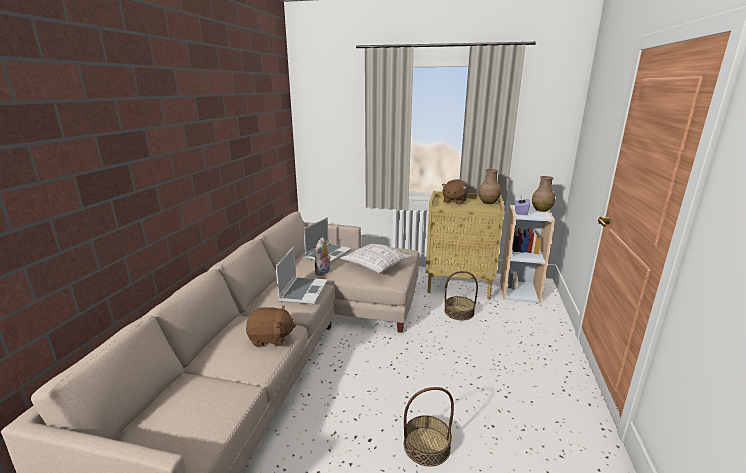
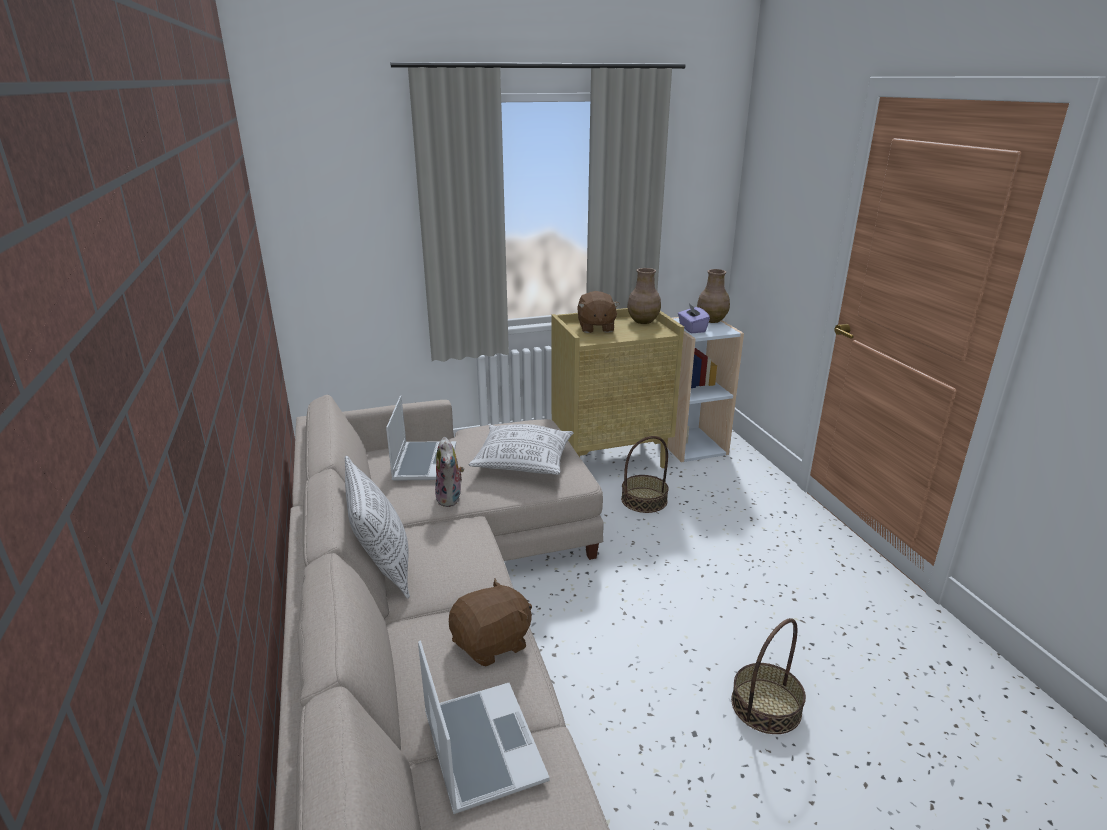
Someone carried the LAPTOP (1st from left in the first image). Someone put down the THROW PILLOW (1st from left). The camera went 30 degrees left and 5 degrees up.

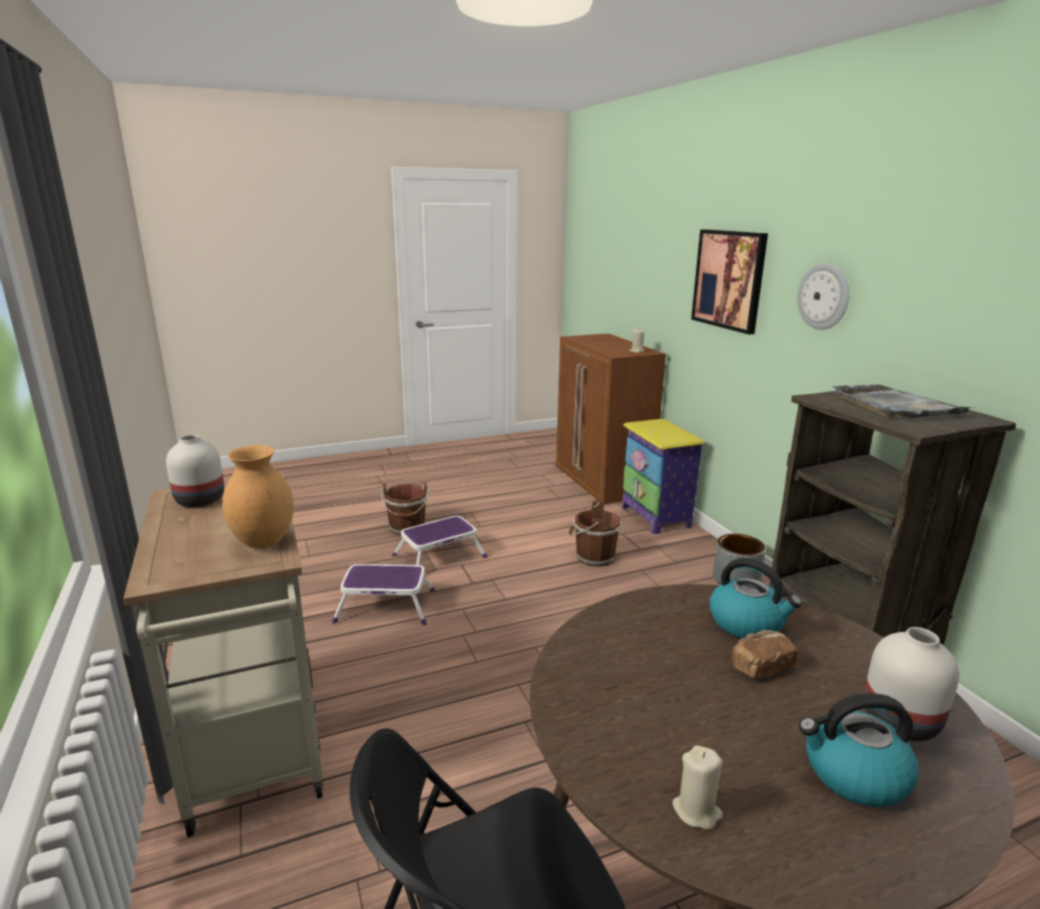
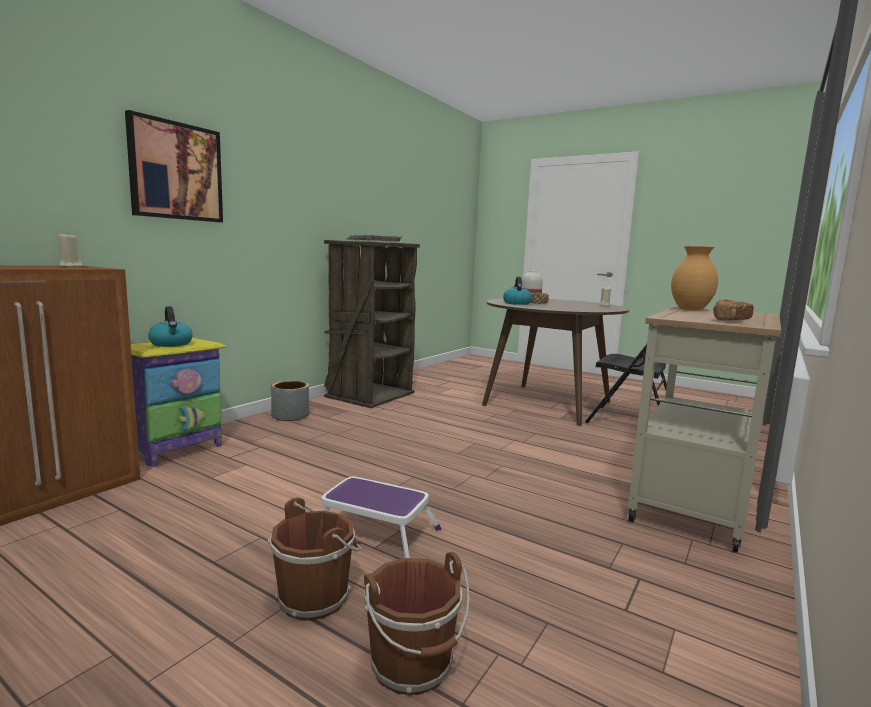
Someone took away the HANGING CLOCK. Someone swapped the WHITE FLOWER VASE (1st from left) for the BREAD (2nd from left). Someone carried the BROWNISH WATER BUCKET (2nd from left). Someone took away the PURPLE STEP STOOL (1st from left). Someone carried the TEA KETTLE (2nd from left in the first image). The camera went 125 degrees left and 10 degrees down.

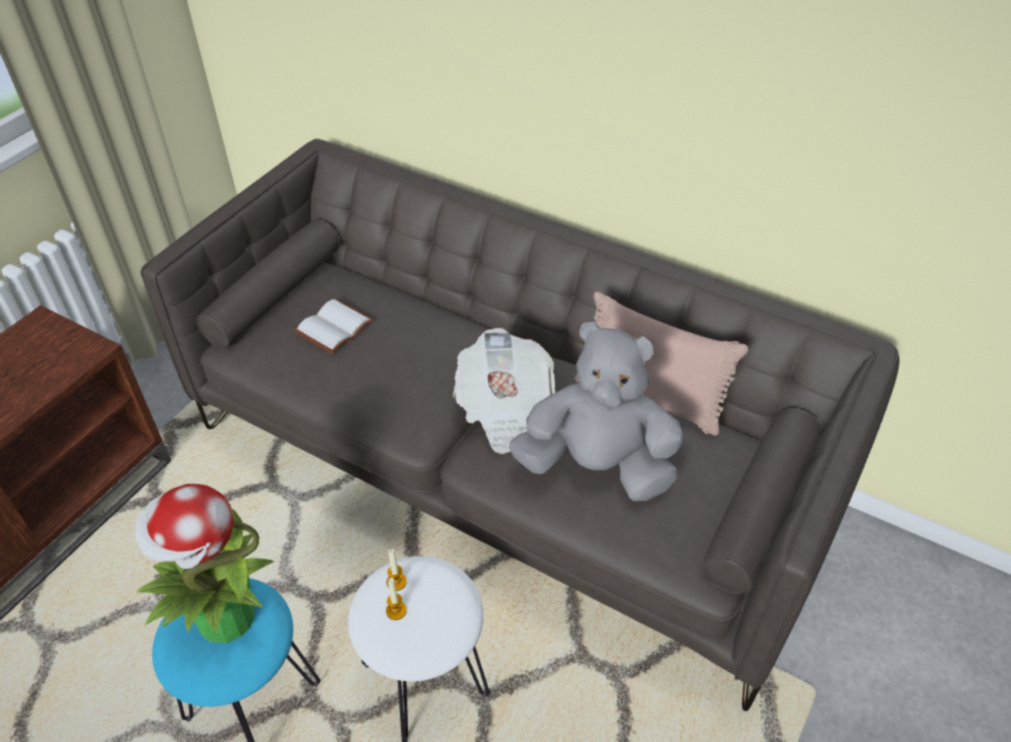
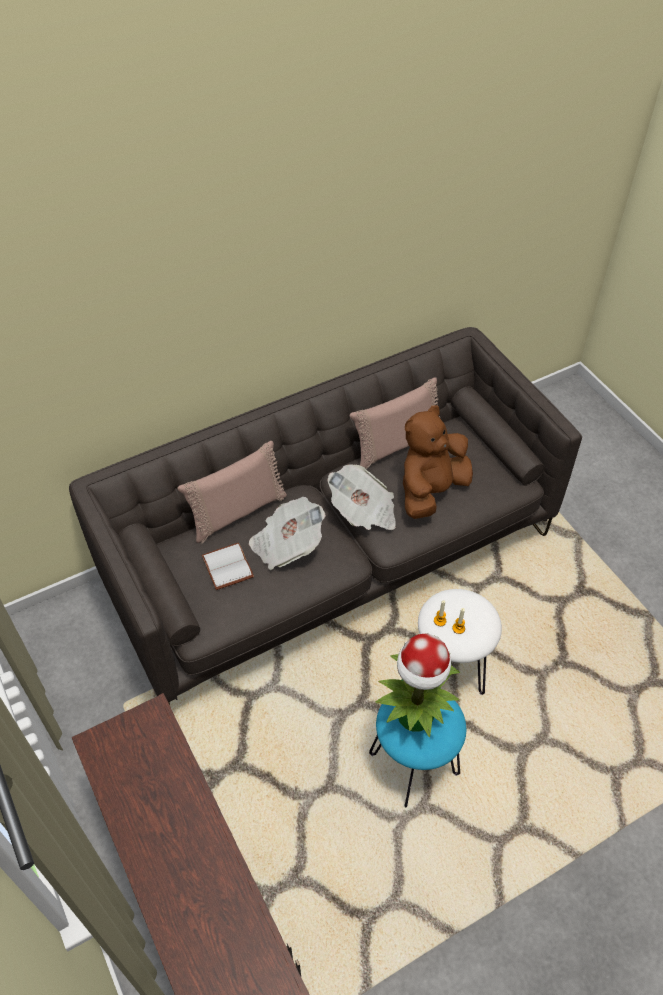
Someone repainted the GREY CUDDLY TOY, which became the BROWNISH CUDDLY TOY. Someone put down the BEIGE THROW PILLOW (1st from left). Someone put down the NEWSPAPER (1st from left). The camera went 60 degrees left and 5 degrees up.

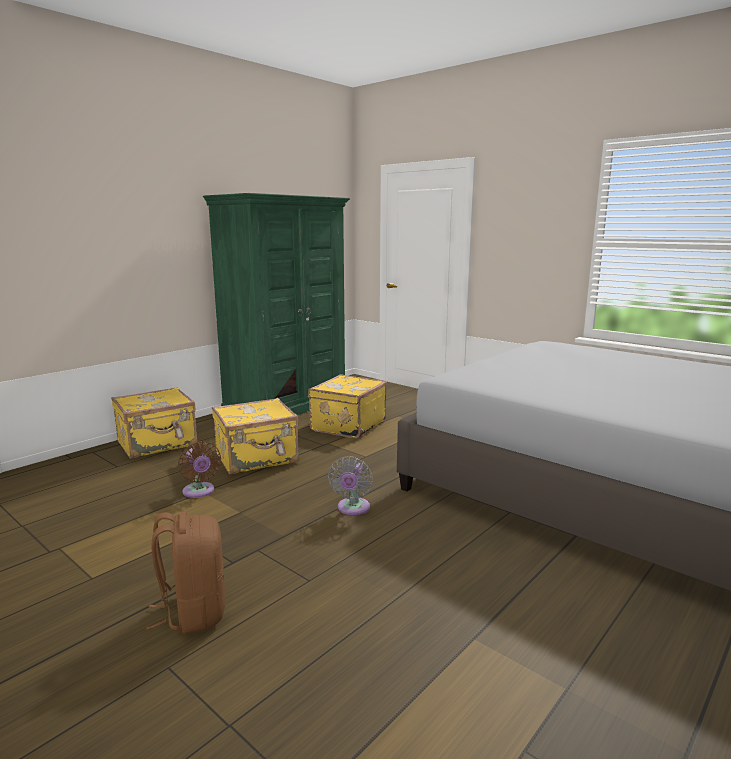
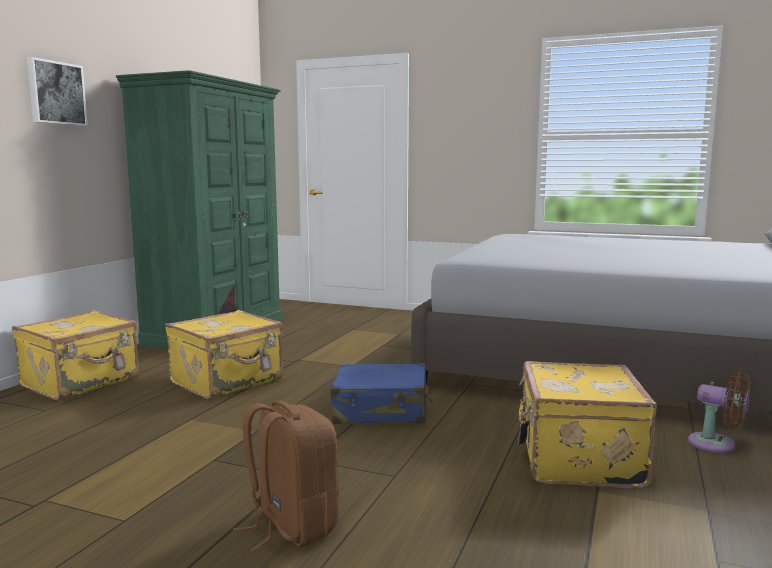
Someone carried the YELLOW SUITCASE (3rd from left). Someone carried the BROWNISH FAN. Someone swapped the GREY FAN for the BLUE-COLOURED SUITCASE. Someone put up the WALL PICTURE. The camera went 20 degrees left and 5 degrees down.

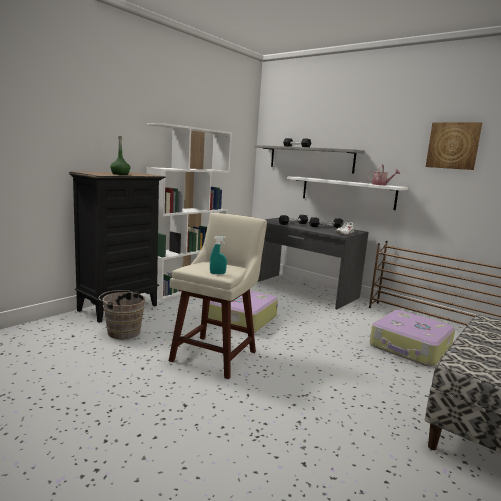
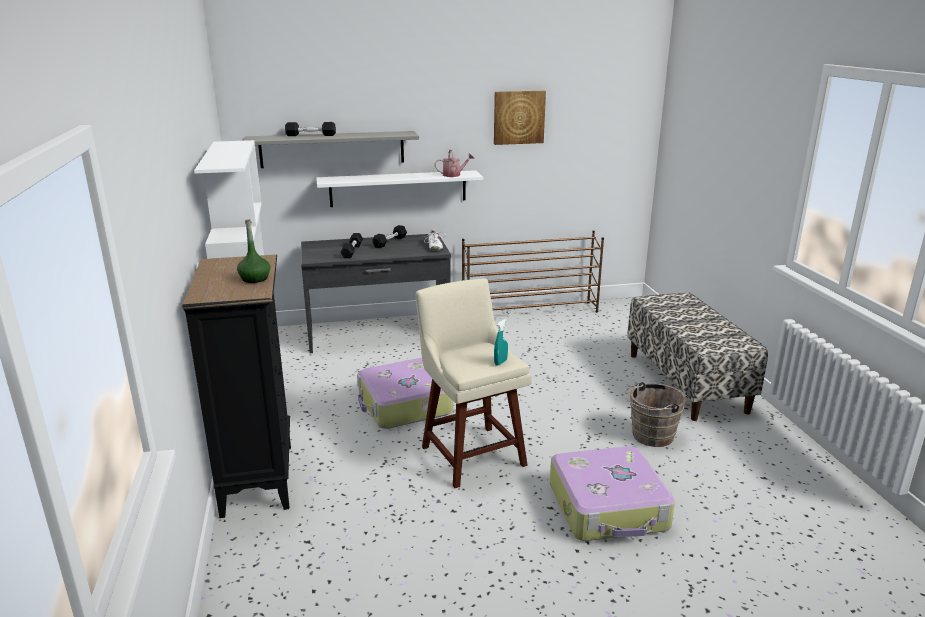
Someone carried the BROWNISH WATER BUCKET. Someone carried the SUITCASE (2nd from left). The camera went 50 degrees left and 10 degrees up.

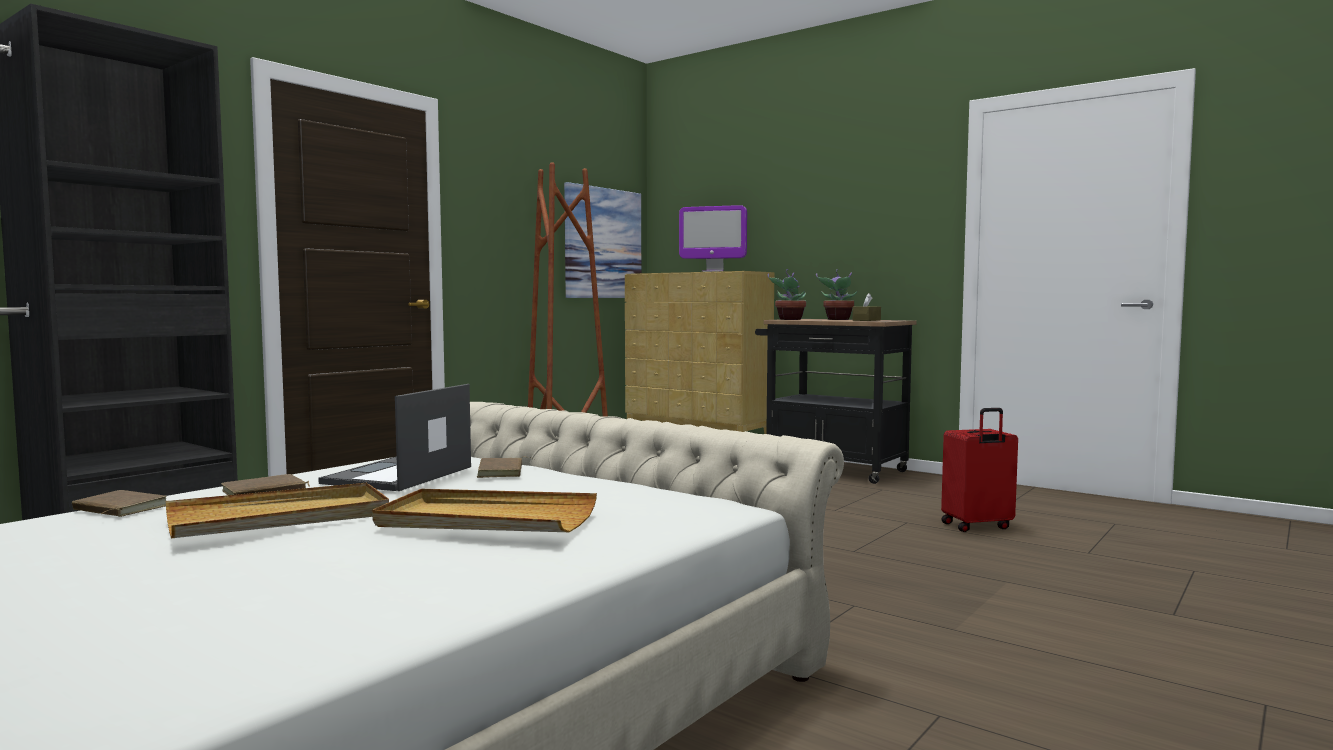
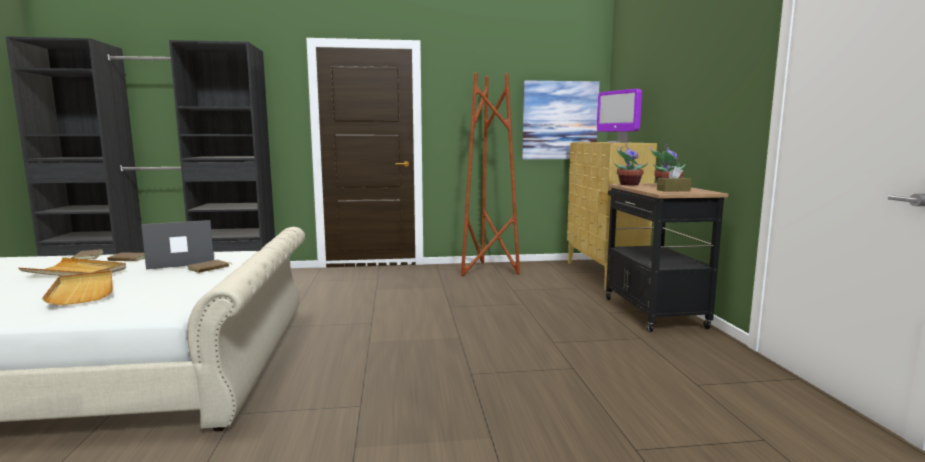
Someone took away the RED-COLOURED SUITCASE. The camera went 45 degrees right and 5 degrees up.

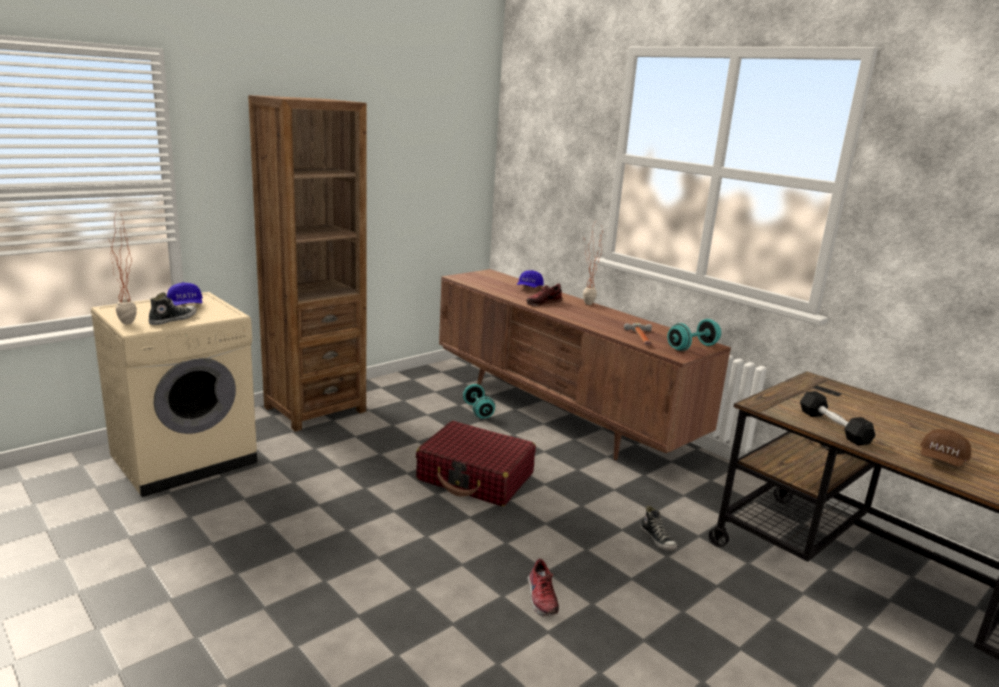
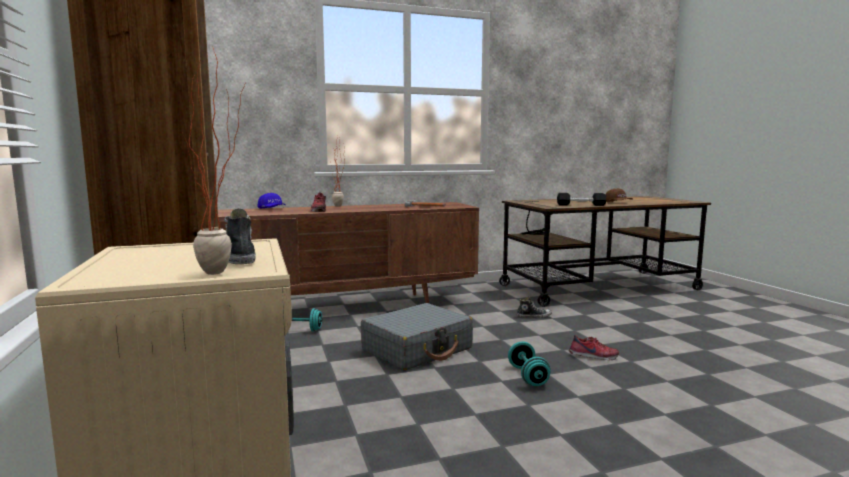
Someone took away the BLUE-COLOURED PEAKED CAP (1st from left). Someone carried the BLUE-GREEN HAND WEIGHT (2nd from left). Someone repainted the RED-COLOURED SUITCASE, which became the GREY SUITCASE. The camera went 65 degrees left and 10 degrees down.

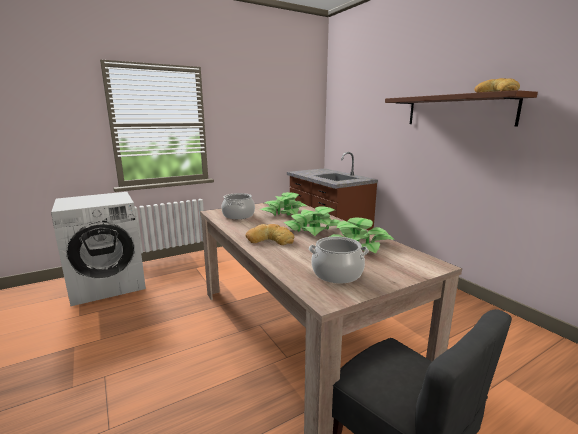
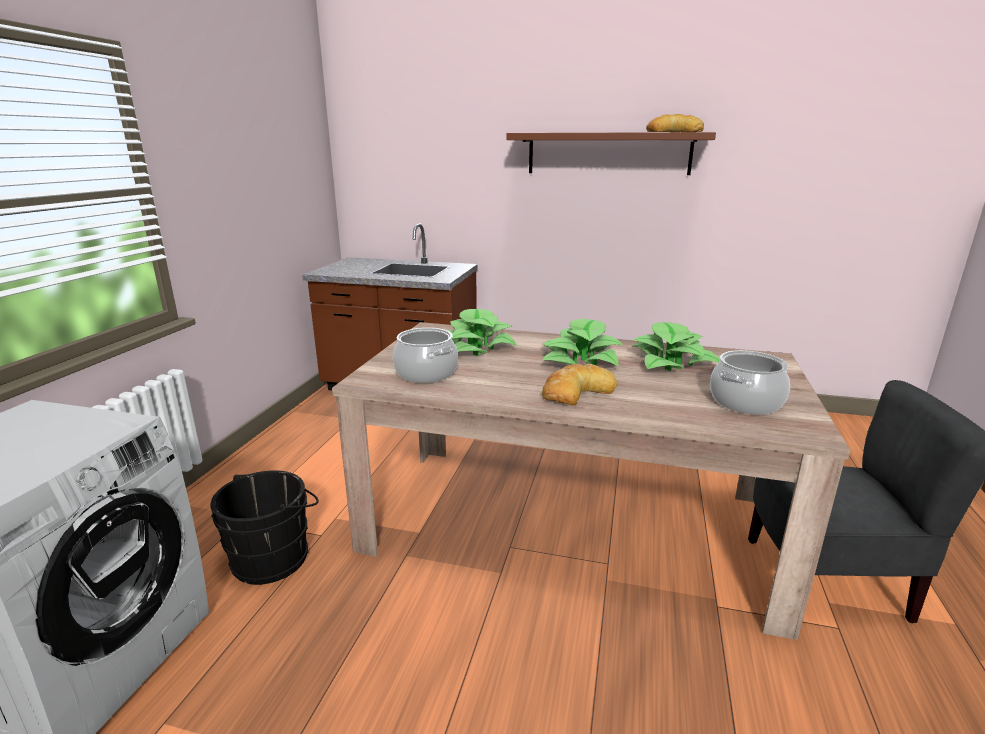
Someone put down the BLACKISH WATER BUCKET. The camera went 45 degrees left and 5 degrees up.

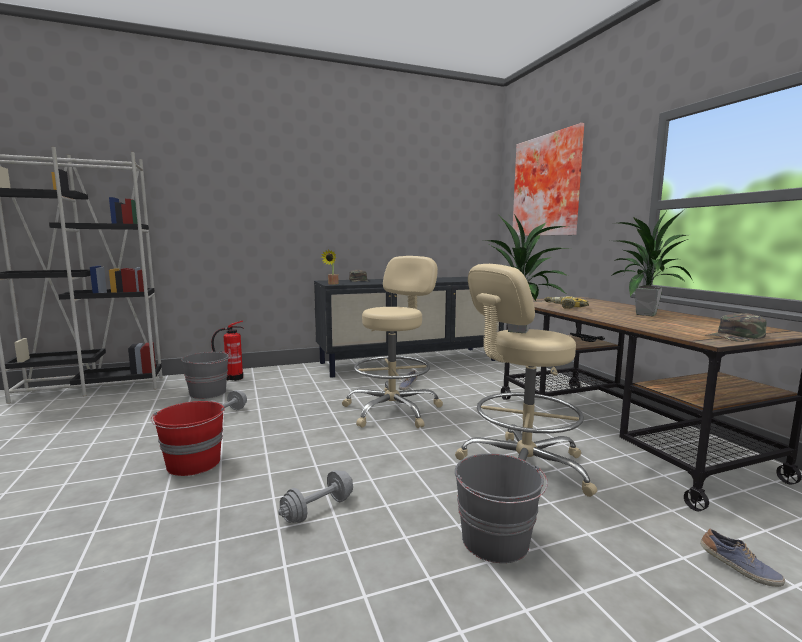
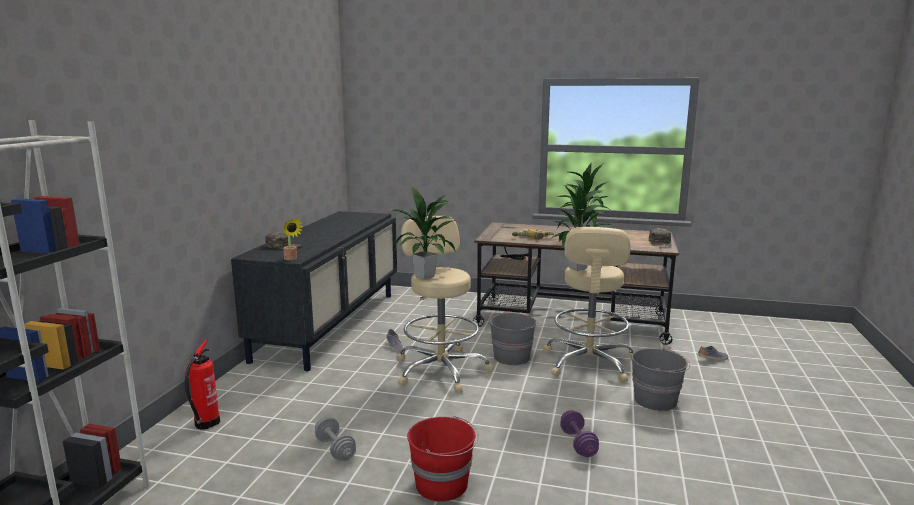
Someone took away the WALL PICTURE. Someone carried the GREY WATER BUCKET (1st from left). Someone repainted the GREY HAND WEIGHT (2nd from left), which became the PURPLE HAND WEIGHT. Someone put down the PLANT IN A POT (2nd from left). The camera went 55 degrees left and 5 degrees up.

